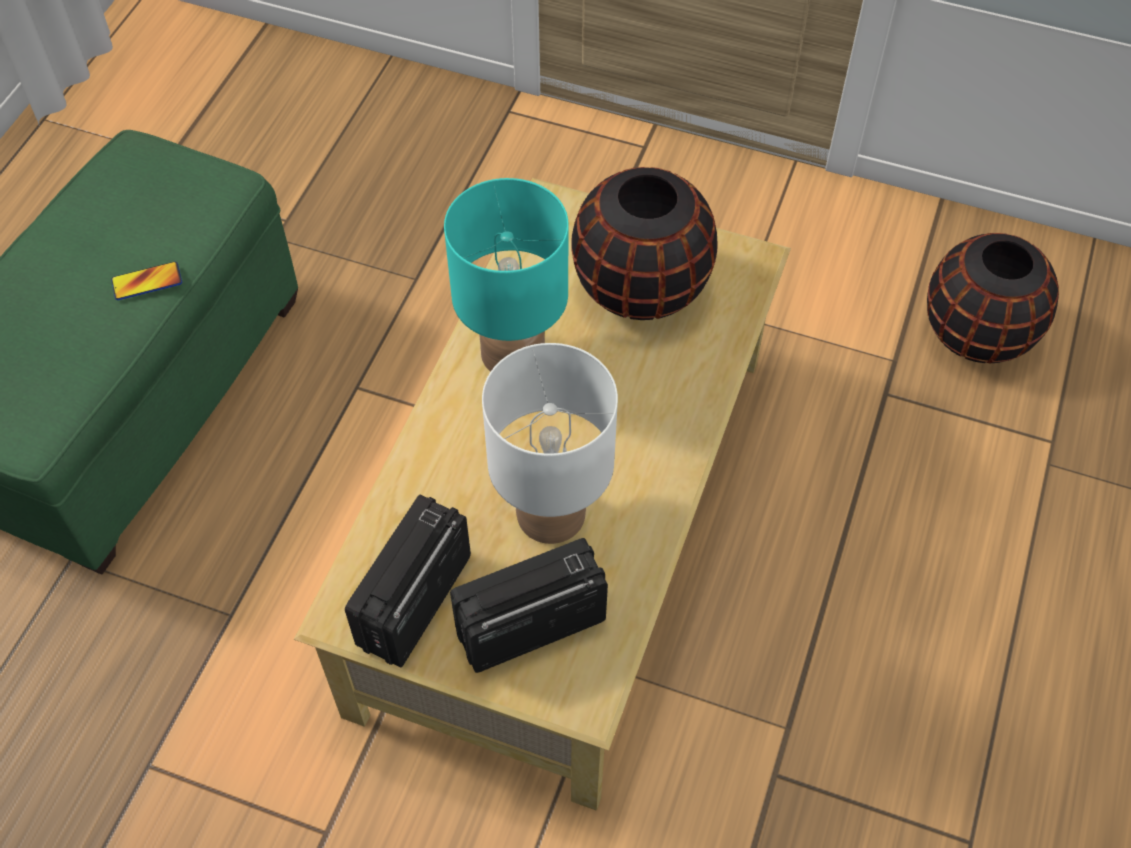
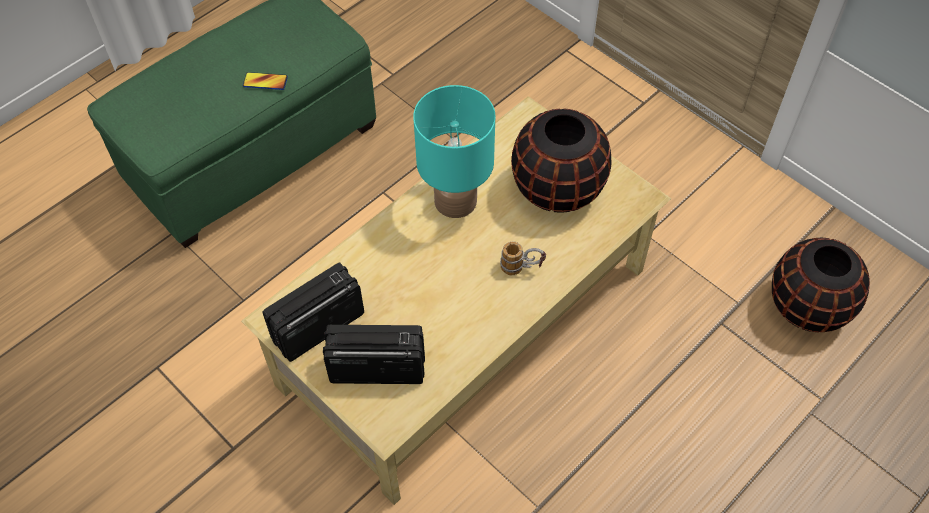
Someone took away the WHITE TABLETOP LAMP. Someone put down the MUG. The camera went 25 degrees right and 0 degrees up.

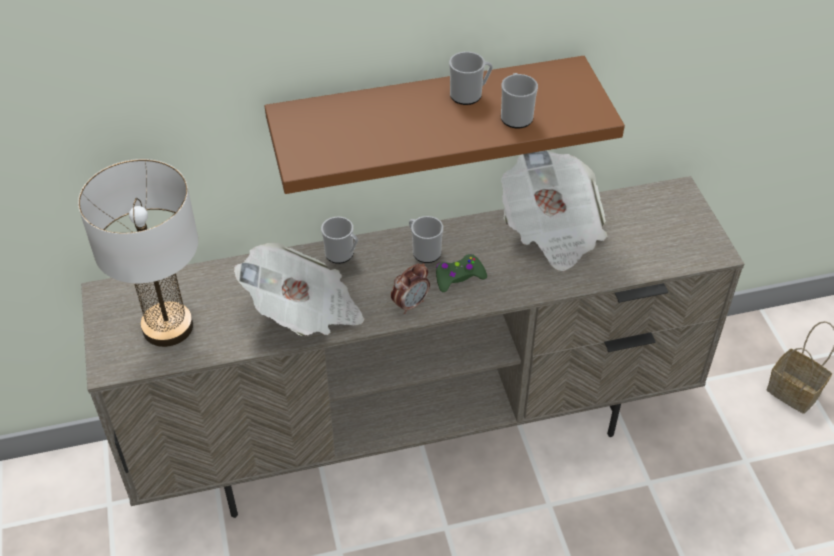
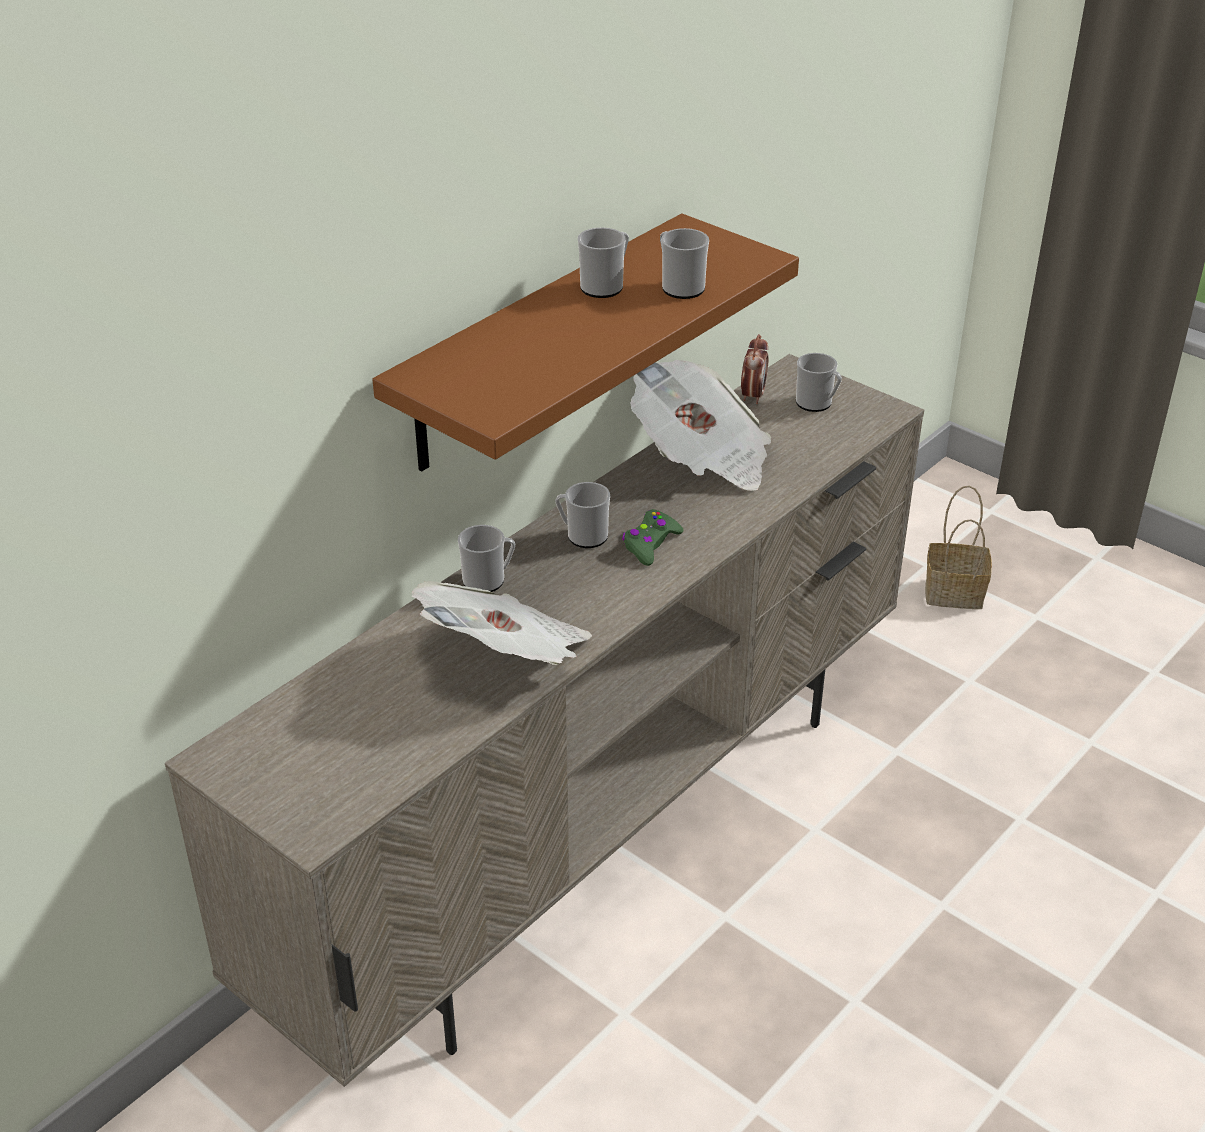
Someone took away the TABLETOP LAMP. Someone carried the TABLE CLOCK. Someone put down the MUG (5th from left). The camera went 35 degrees left and 10 degrees down.

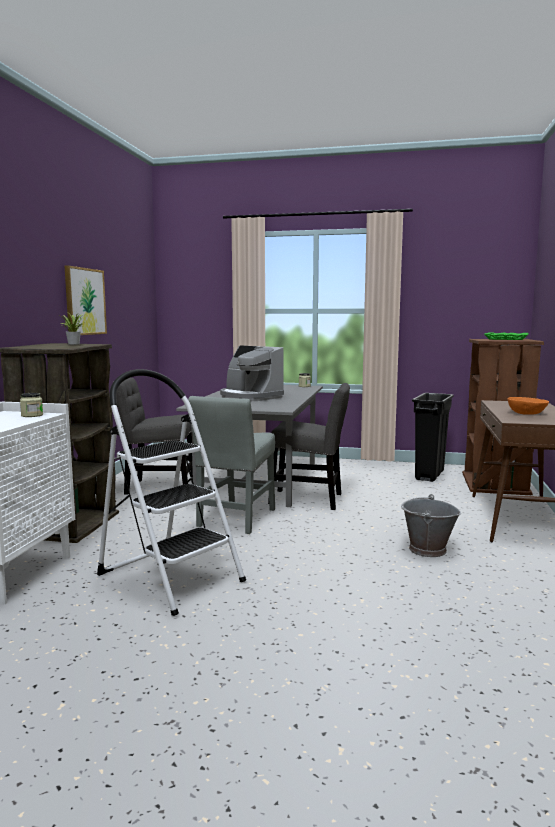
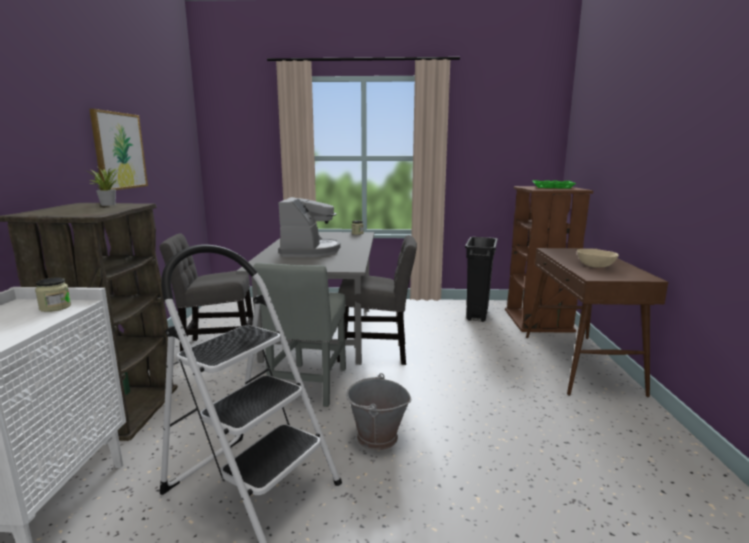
Someone rotated the COFFEE MAKER by 120 degrees counterclockwise. Someone repainted the ORANGE-COLOURED SERVING BOWL, which became the BEIGE SERVING BOWL. Someone carried the GREY WATER BUCKET. The camera went 10 degrees left and 5 degrees up.

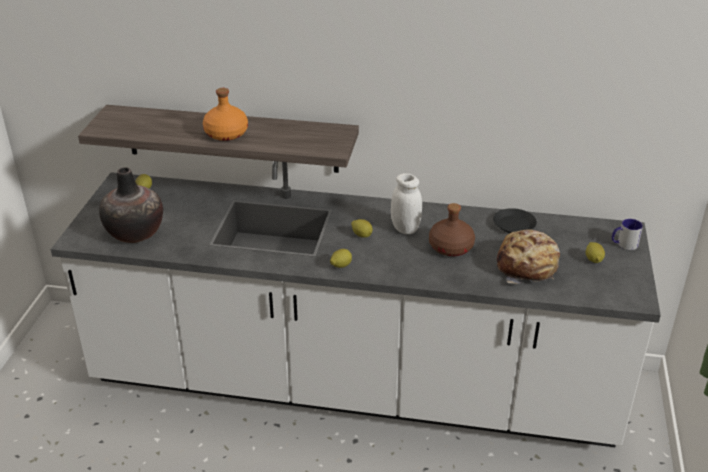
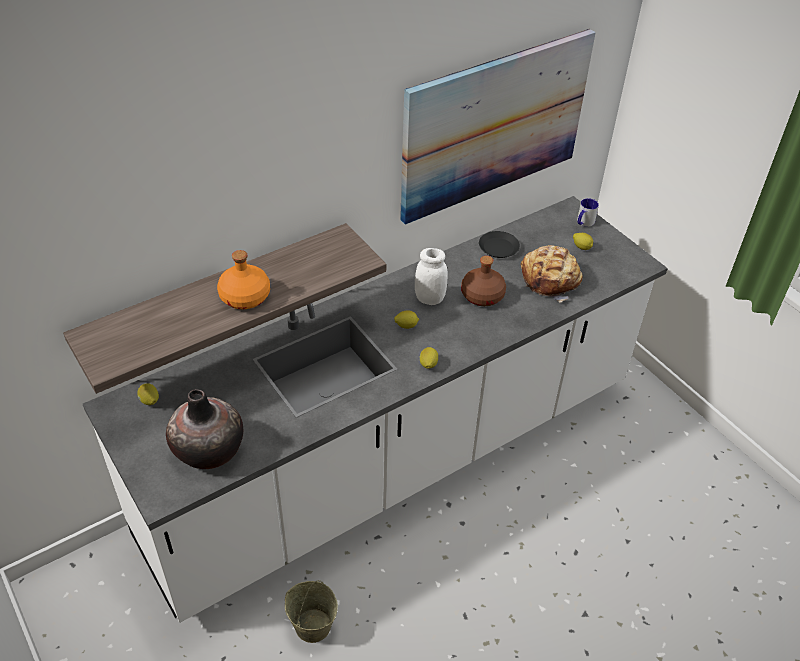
Someone put up the WALL PICTURE. Someone put down the BEIGE WATER BUCKET. The camera went 45 degrees left and 10 degrees up.

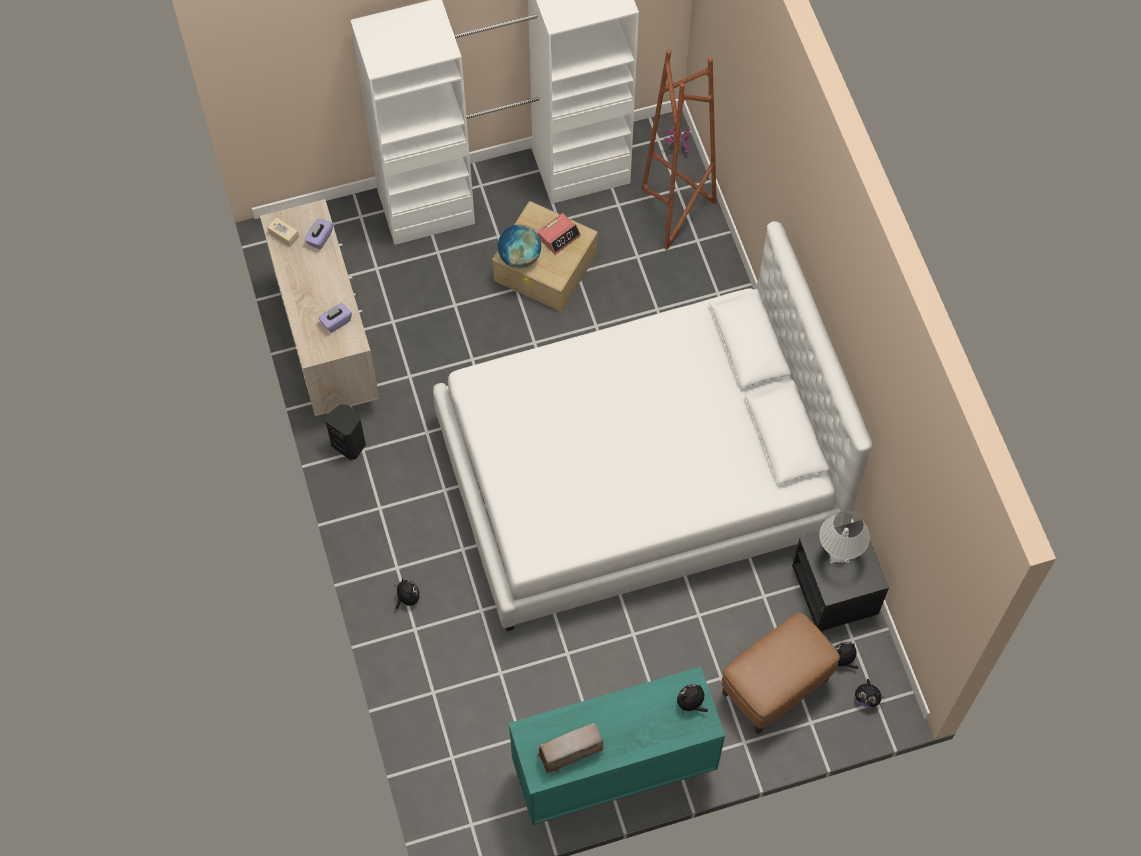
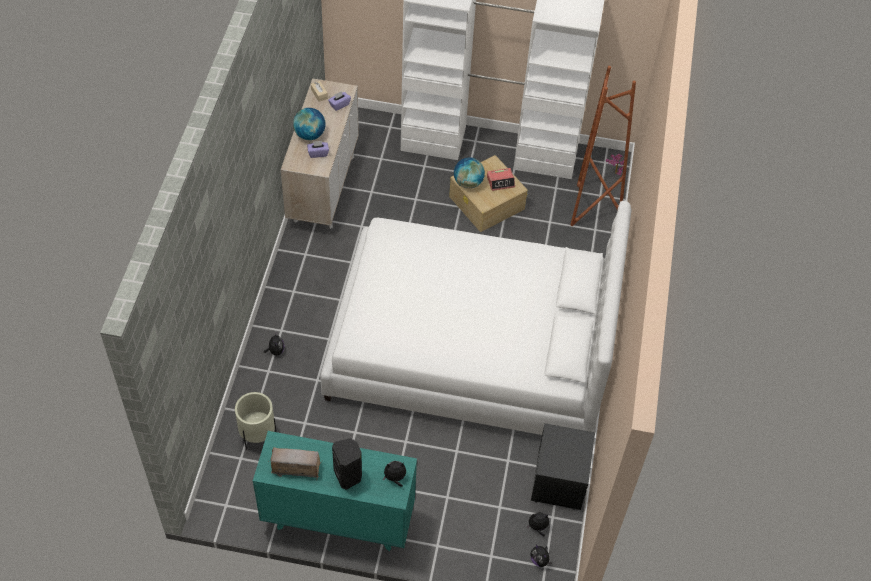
Someone carried the BLACKISH LOUDSPEAKER. Someone took away the WHITE TABLETOP LAMP. Someone took away the BROWNISH FOOTREST. Someone put down the WORLD GLOBE (1st from left). Someone put down the BEIGE FLOWER POT. The camera went 25 degrees right and 10 degrees down.

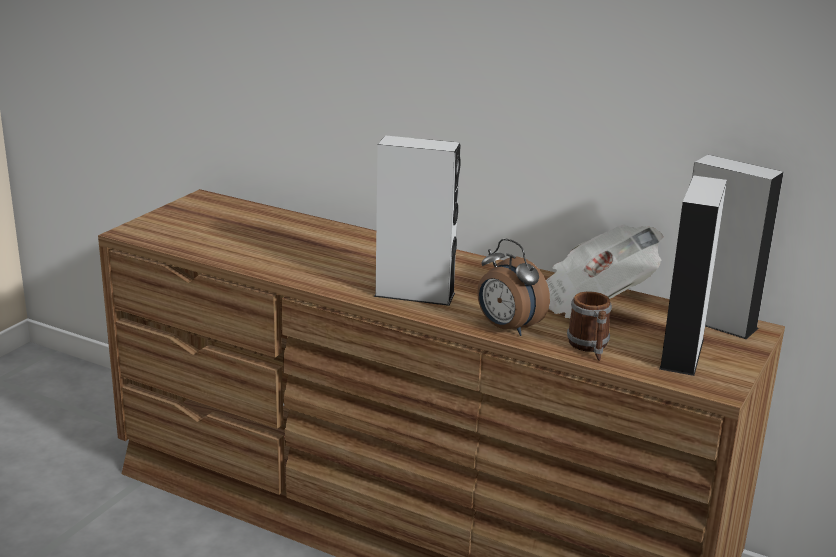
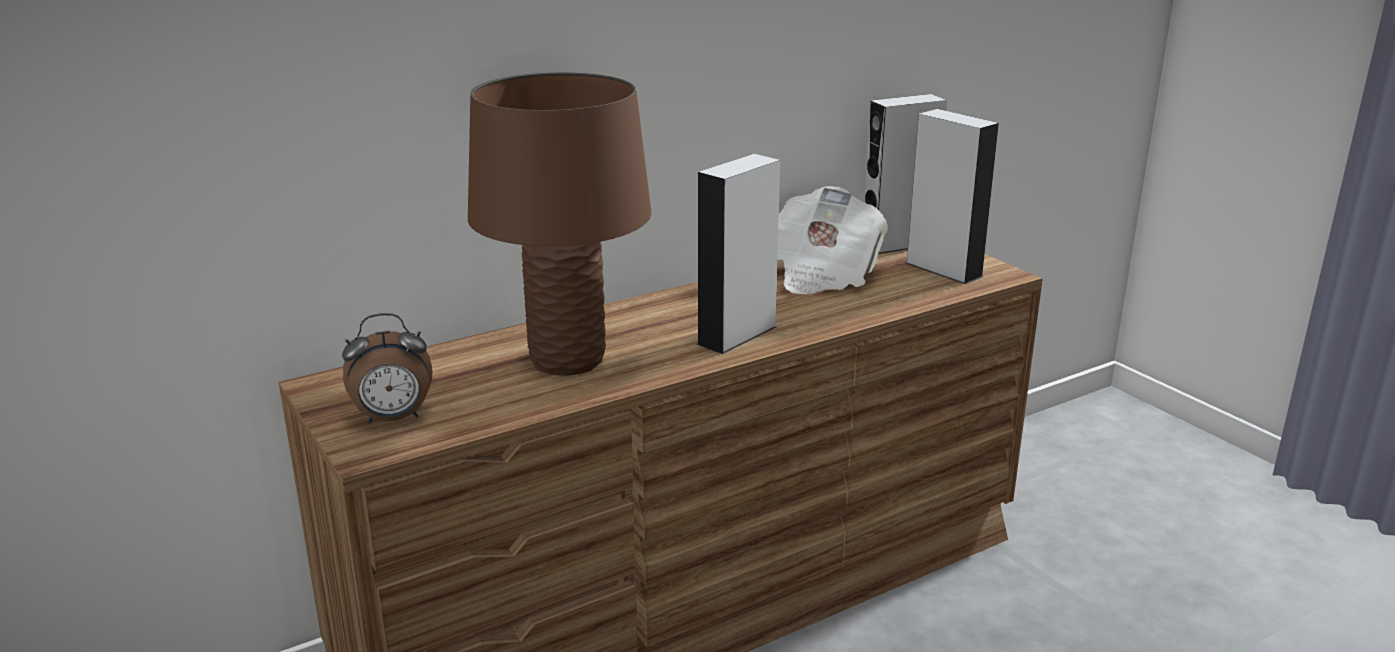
Someone carried the TABLE CLOCK. Someone took away the MUG. Someone put down the BROWNISH TABLETOP LAMP. The camera went 60 degrees left and 0 degrees up.

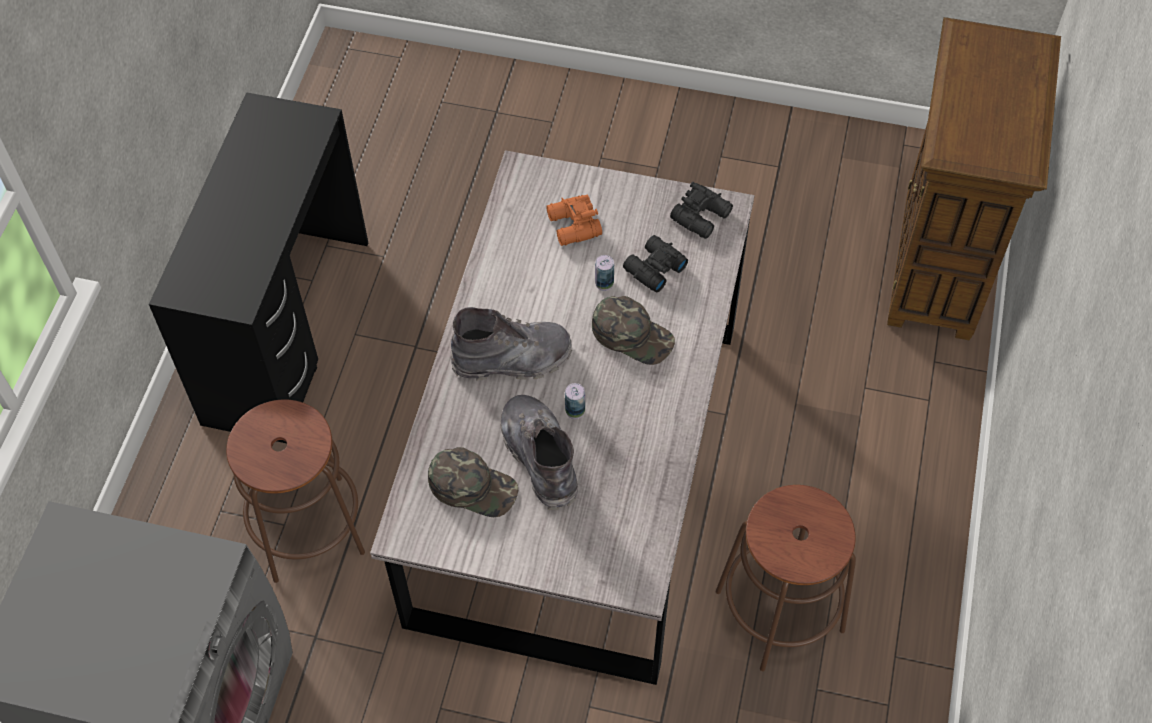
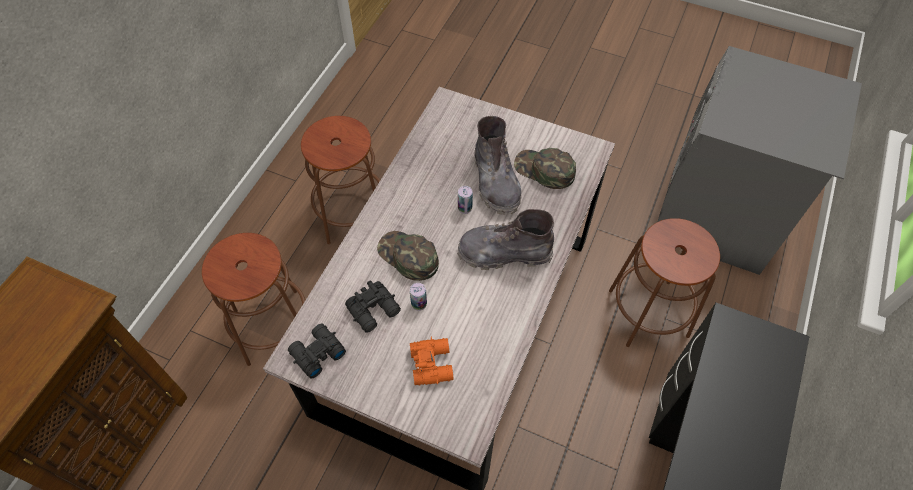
Someone put down the BROWNISH STOOL (1st from left). The camera went 170 degrees left and 0 degrees up.

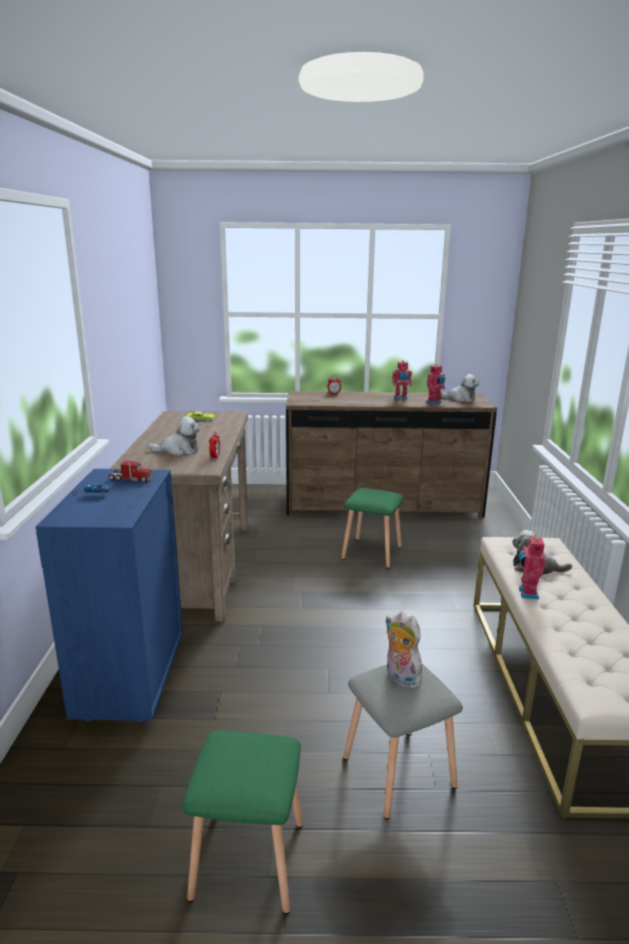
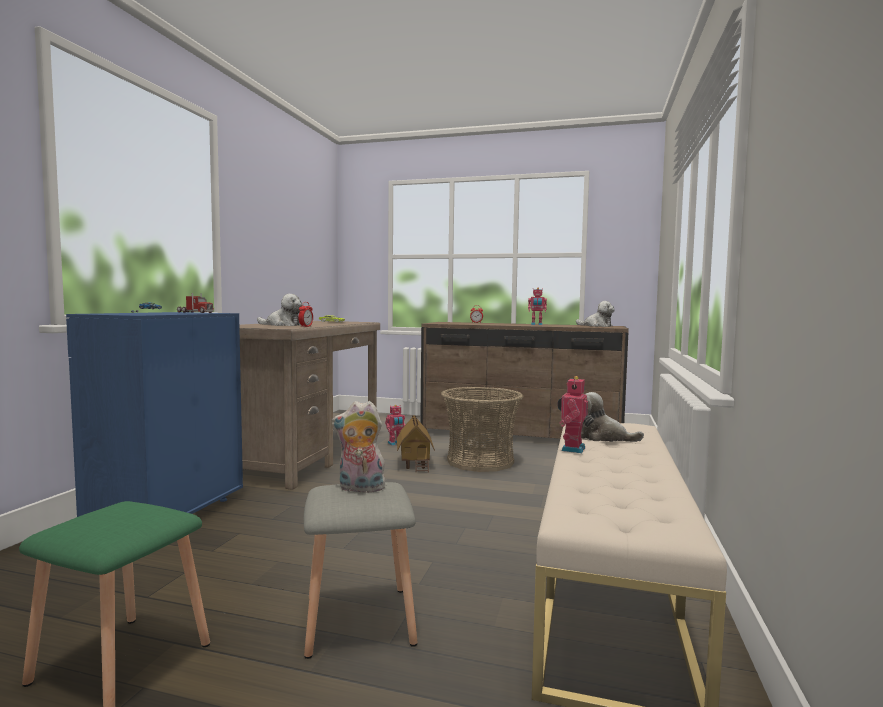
Someone carried the TOY ROBOT (2nd from left in the first image). Someone swapped the GREENISH STOOL (2nd from left) for the BASKET. Someone rotated the CUDDLY TOY (2nd from left) by 60 degrees counterclockwise. Someone put down the MINIATURE HOUSE. The camera went 15 degrees right and 15 degrees down.

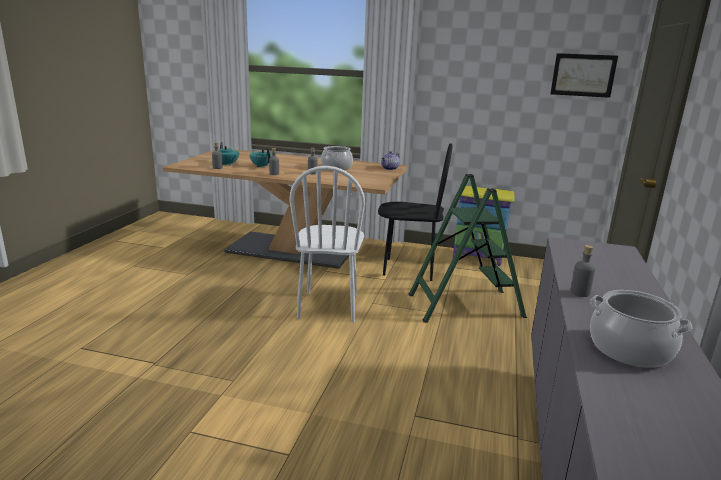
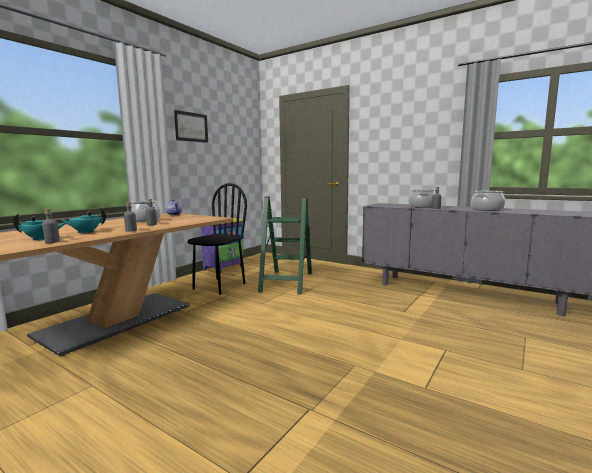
Someone carried the WALL PICTURE. Someone took away the WHITE UPRIGHT CHAIR. Someone put down the SAUCEPOT (2nd from left). The camera went 70 degrees left and 10 degrees down.

